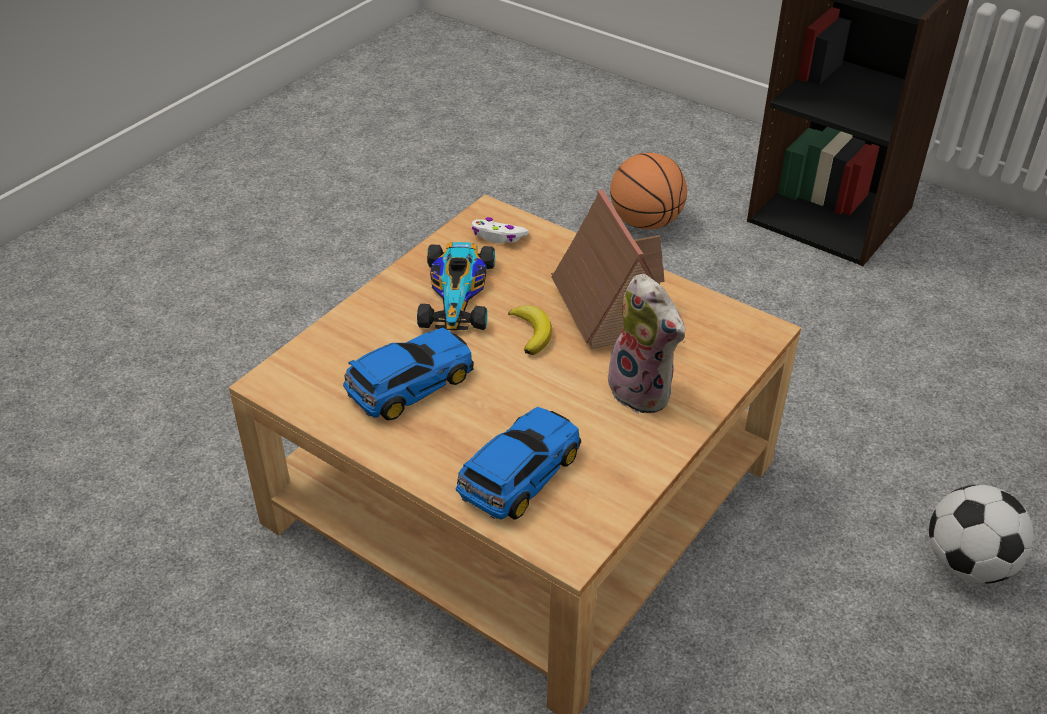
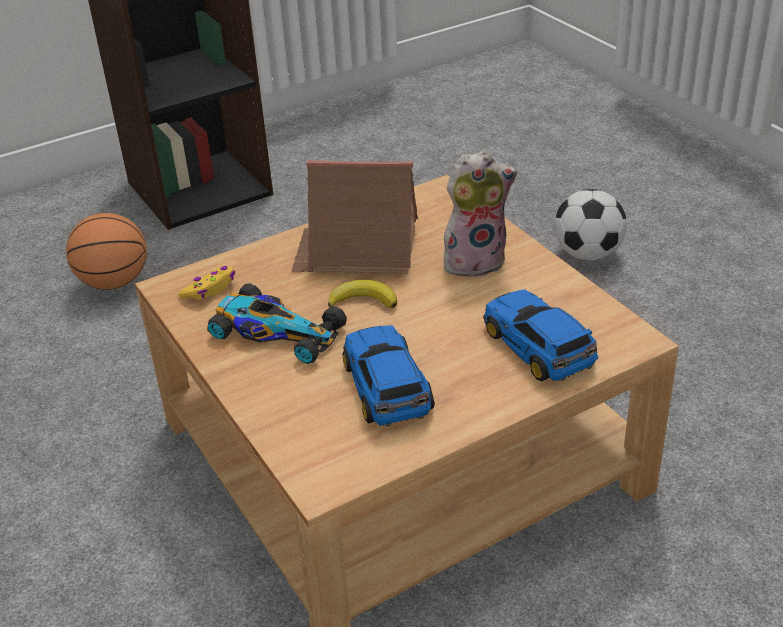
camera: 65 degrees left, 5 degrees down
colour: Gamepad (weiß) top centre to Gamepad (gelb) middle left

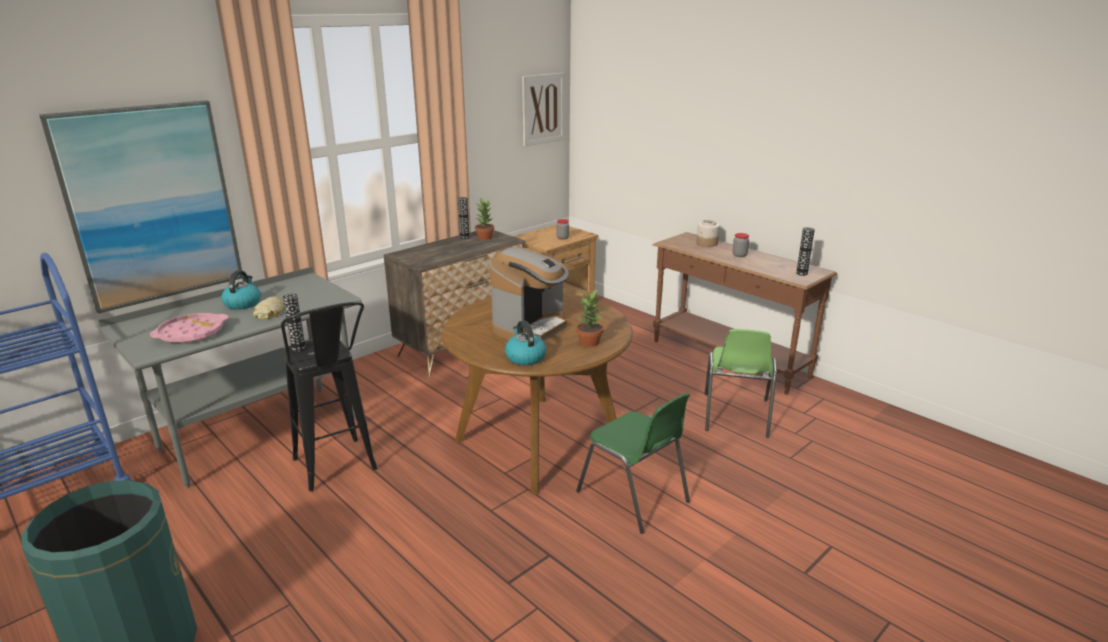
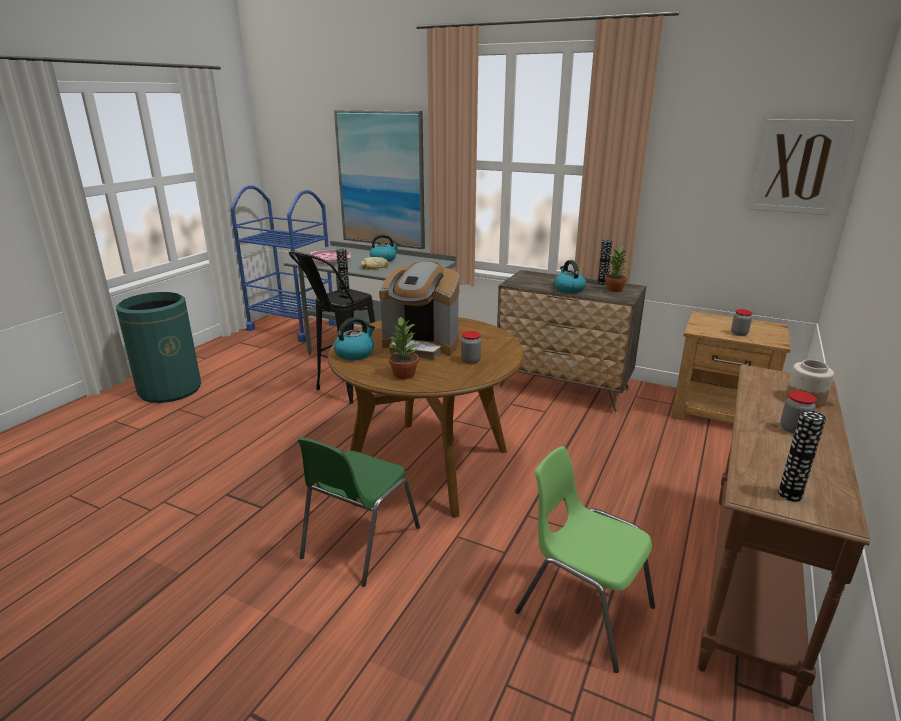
camera: 70 degrees right, 0 degrees up
appeared: Vorratsglas (no. 1 from left) centre; Wasserkessel (no. 3 from left) centre
spun: Stuhl (grün) (no. 2 from left) middle right = bottom centre 45 degrees clockwise

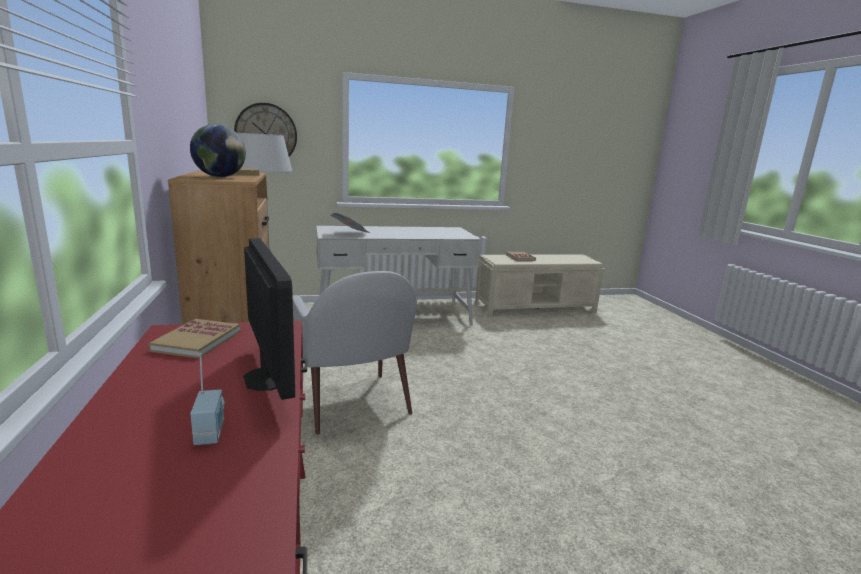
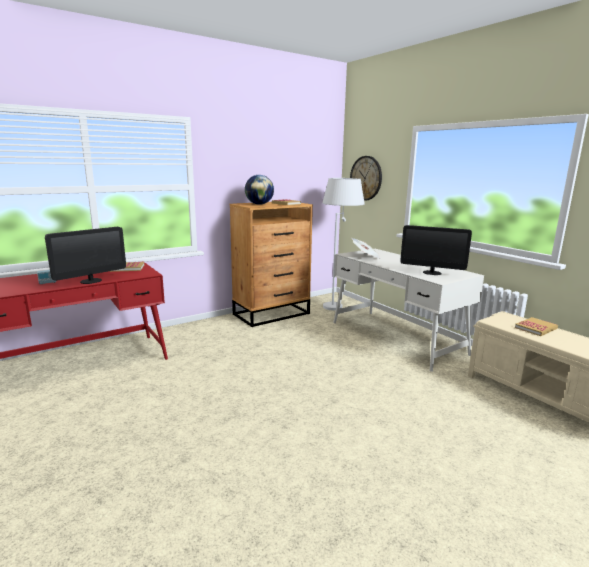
camera: 70 degrees right, 0 degrees up
missing: Sessel (weiß) centre
appeared: Monitor (no. 2 from left) middle right

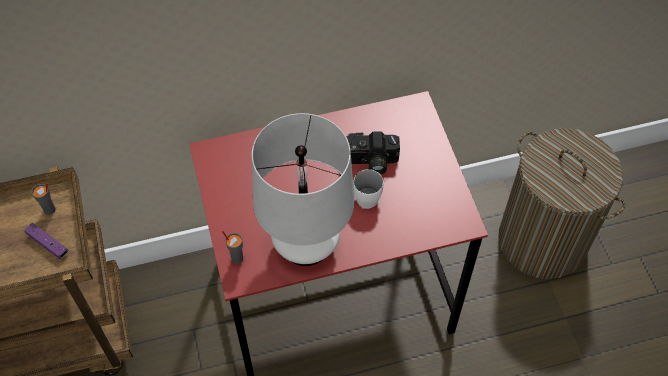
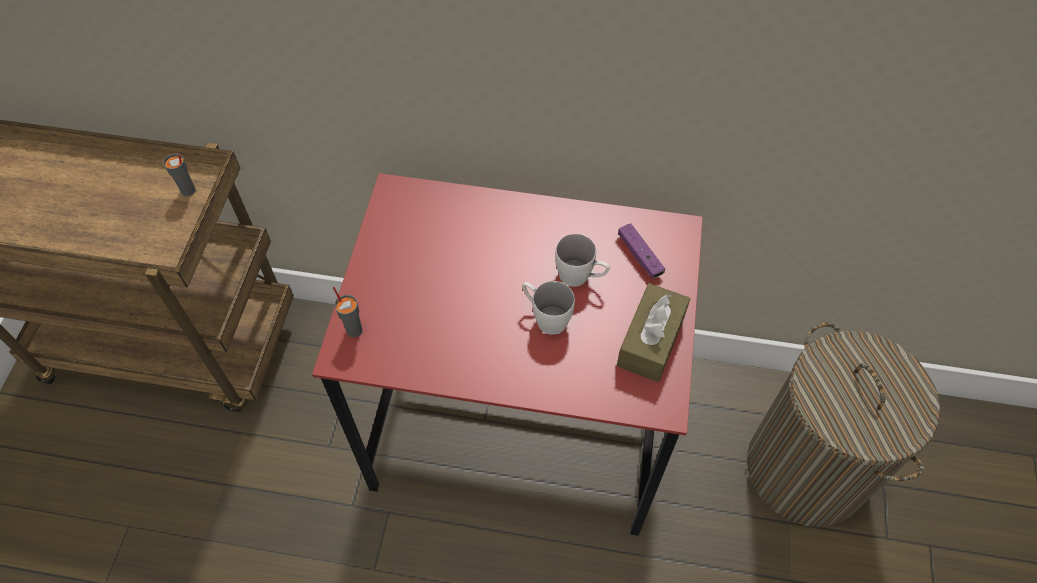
camera: 25 degrees right, 0 degrees up
missing: Tischlampe (weiß) centre
appeared: Taschentuchbox (braun) centre
relocated: Gamepad (lila) middle left to centre
exchanged: Kamera centre to Henkelbecher (weiß) (no. 2 from left) centre

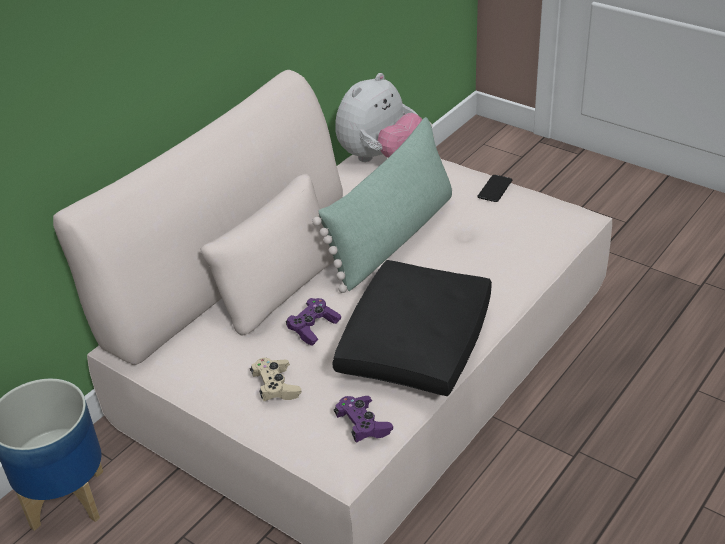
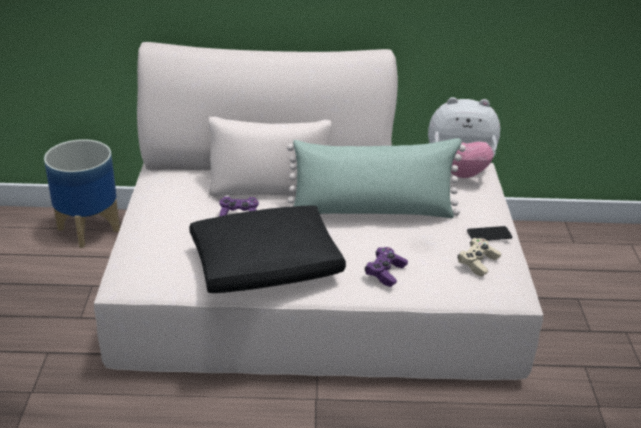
camera: 50 degrees right, 5 degrees down
relocated: Gamepad (beige) bottom centre to middle right; Gamepad (lila) (no. 2 from left) bottom centre to centre

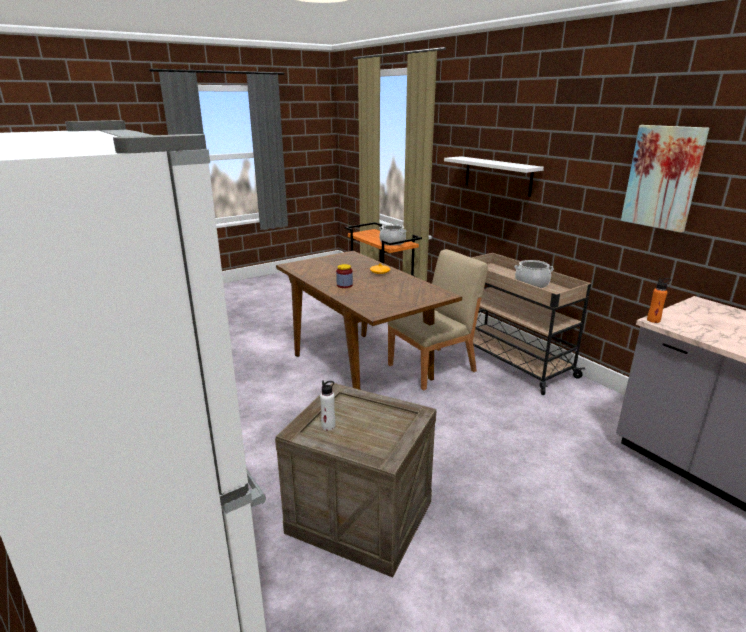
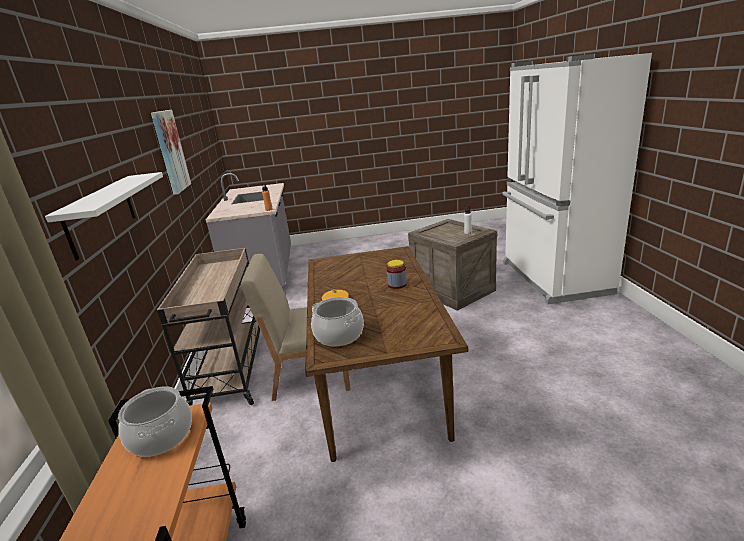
camera: 150 degrees left, 0 degrees up
relocated: Kochtopf (no. 2 from left) middle right to centre

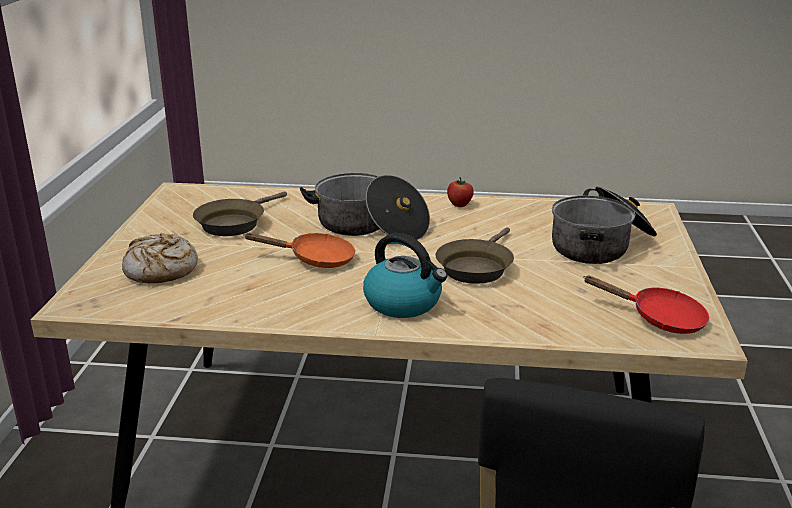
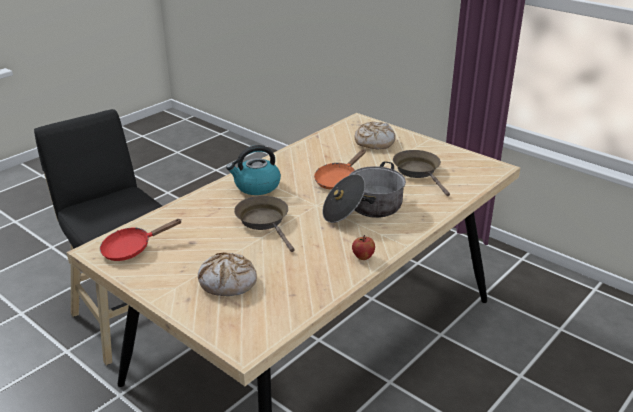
camera: 125 degrees right, 5 degrees up
exchanged: Kochtopf (no. 2 from left) middle right to Brot (no. 1 from left) centre

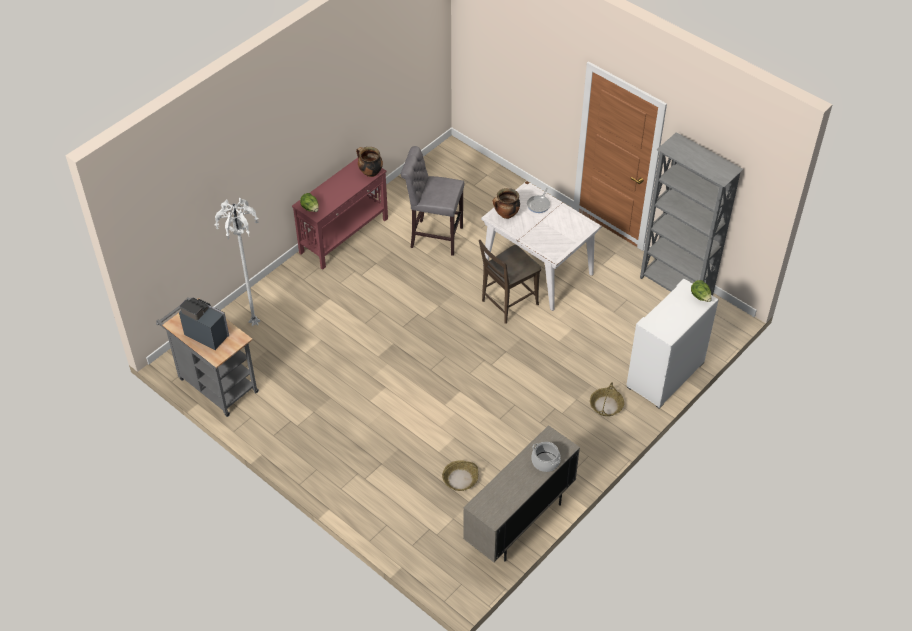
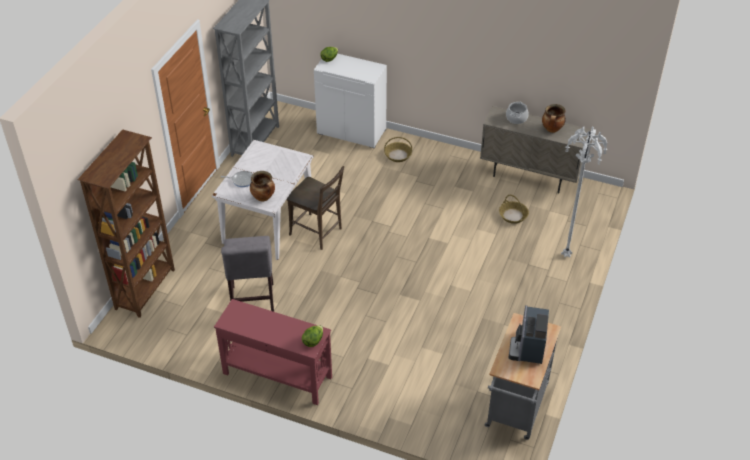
camera: 110 degrees left, 5 degrees down
appeared: Bücherregal (braun) middle left
relocated: Stehlampe (weiß) middle left to middle right; Kochtopf (no. 1 from left in the first image) top centre to Kochtopf (no. 3 from left) top right

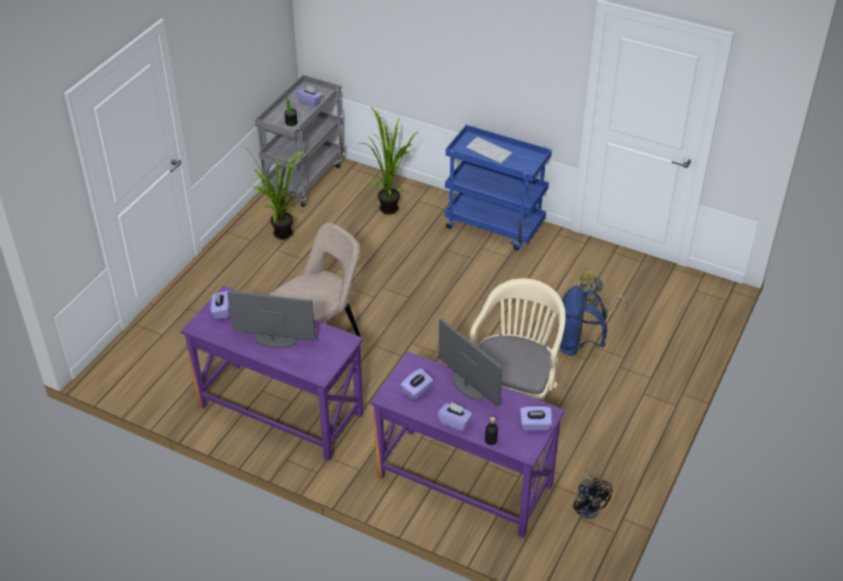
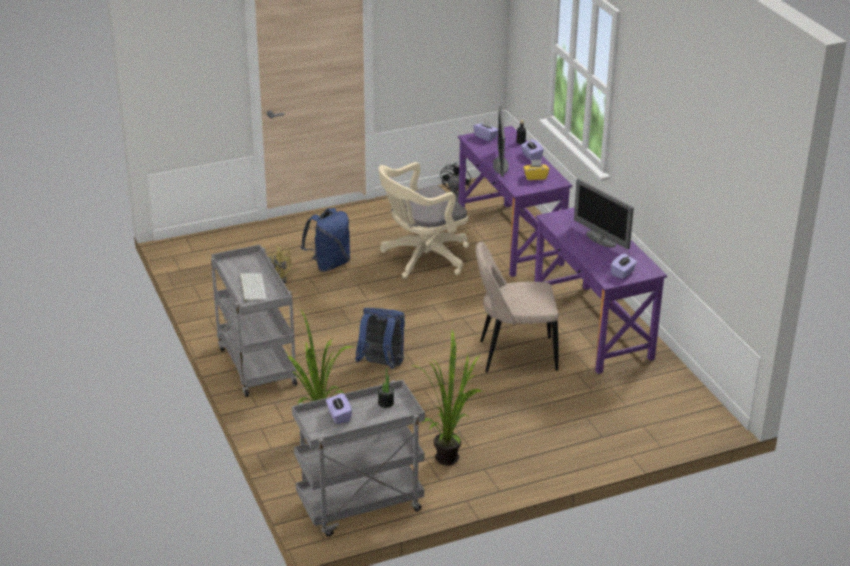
camera: 140 degrees left, 10 degrees down
appeared: Rucksack (blau) (no. 2 from left) centre
colour: Taschentuchbox (lila) (no. 3 from left) centre to Taschentuchbox (gelb) top centre; Rollwagen (blau) top centre to Rollwagen (grau) (no. 1 from left) middle left

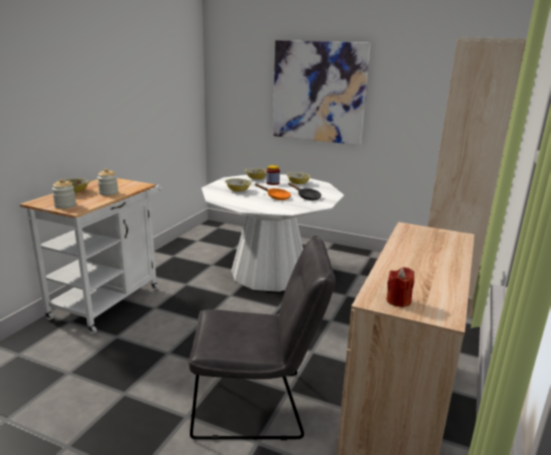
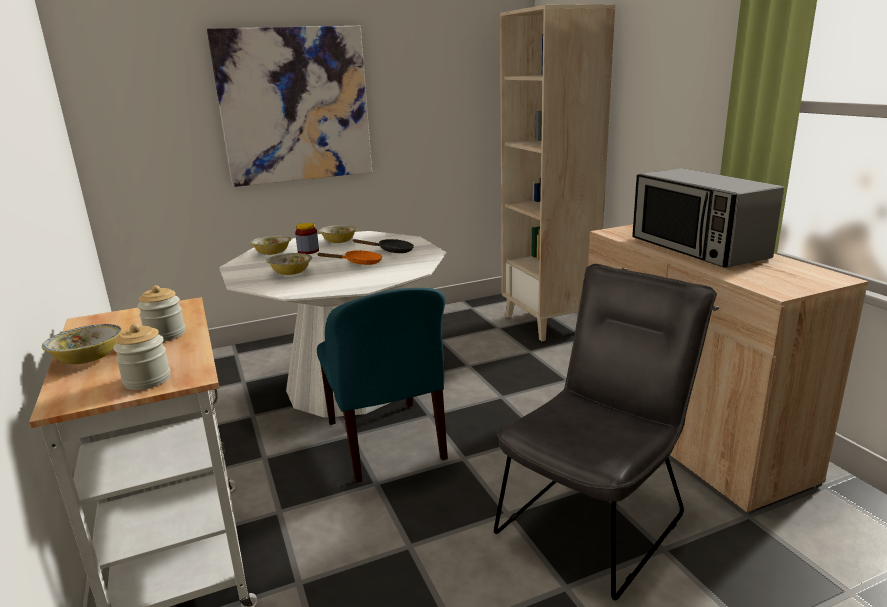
camera: 45 degrees left, 0 degrees up
missing: Kerze (rot) middle right
appeared: Stuhl (blau) centre; Mikrowelle middle right

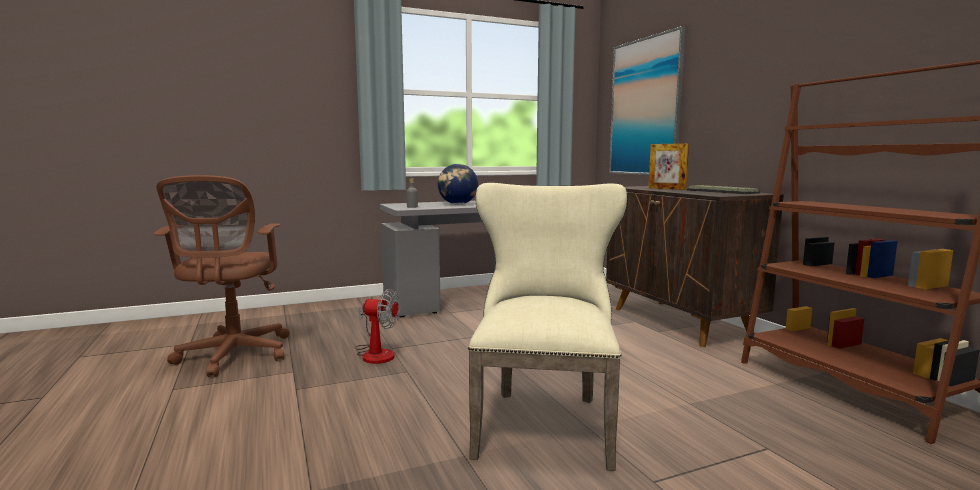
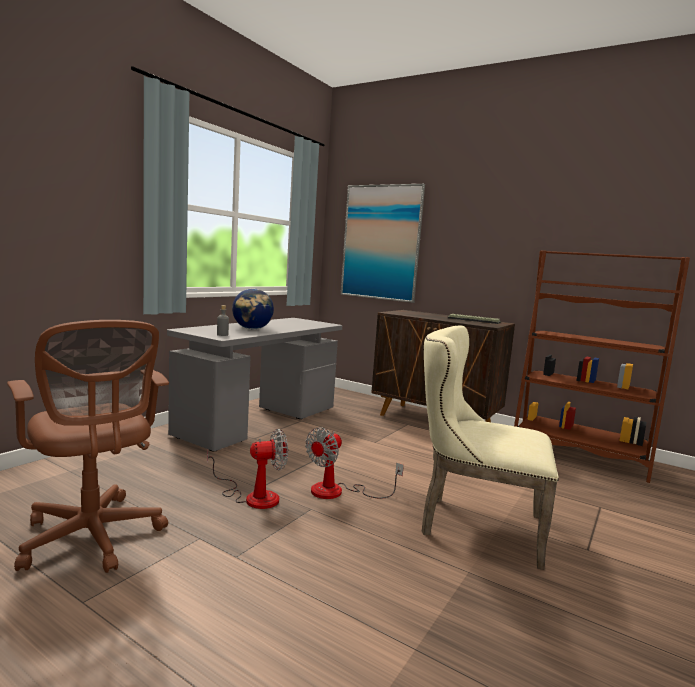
camera: 35 degrees left, 0 degrees up
missing: Bilderrahmen middle right
appeared: Ventilator (no. 2 from left) bottom centre
spun: Stuhl (beige) bottom centre = middle right 45 degrees counterclockwise

